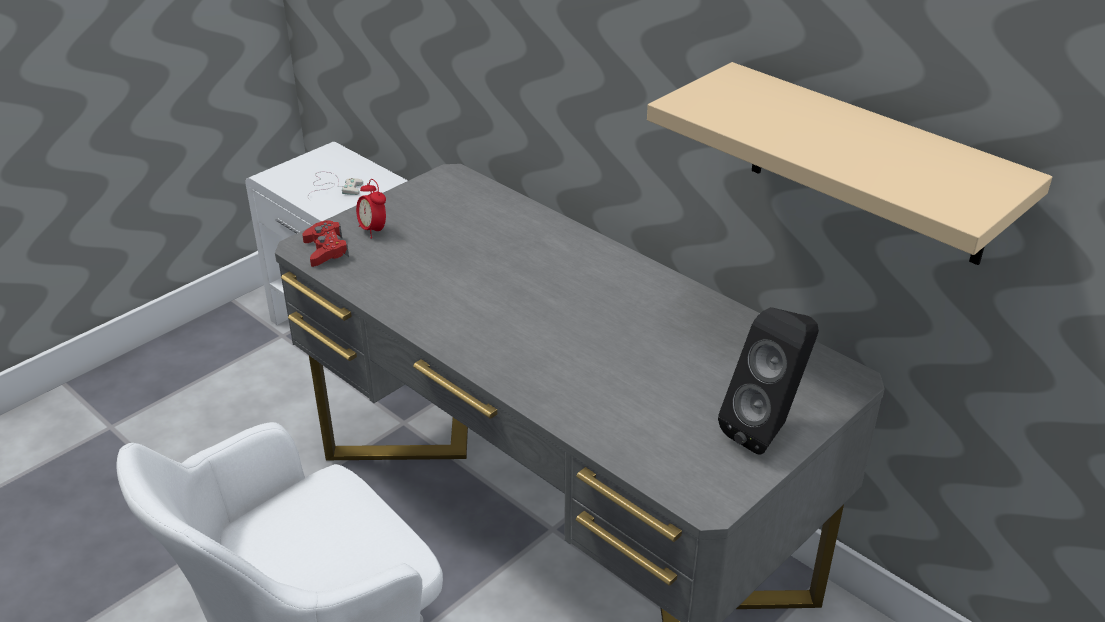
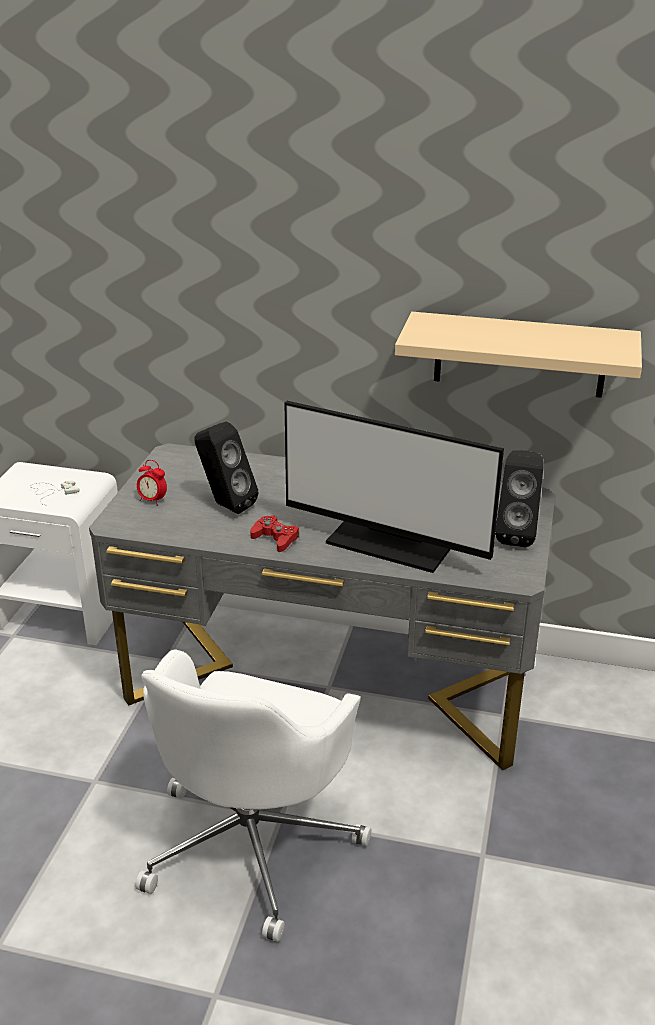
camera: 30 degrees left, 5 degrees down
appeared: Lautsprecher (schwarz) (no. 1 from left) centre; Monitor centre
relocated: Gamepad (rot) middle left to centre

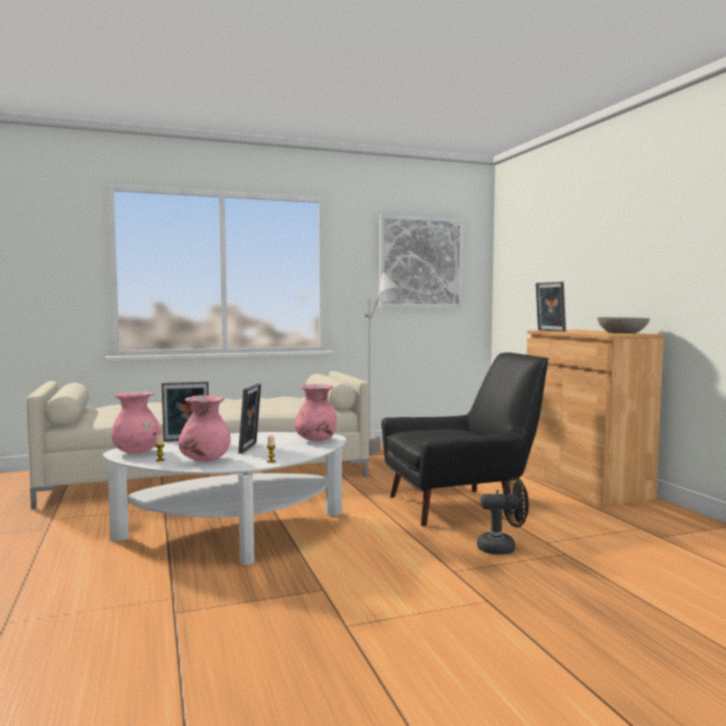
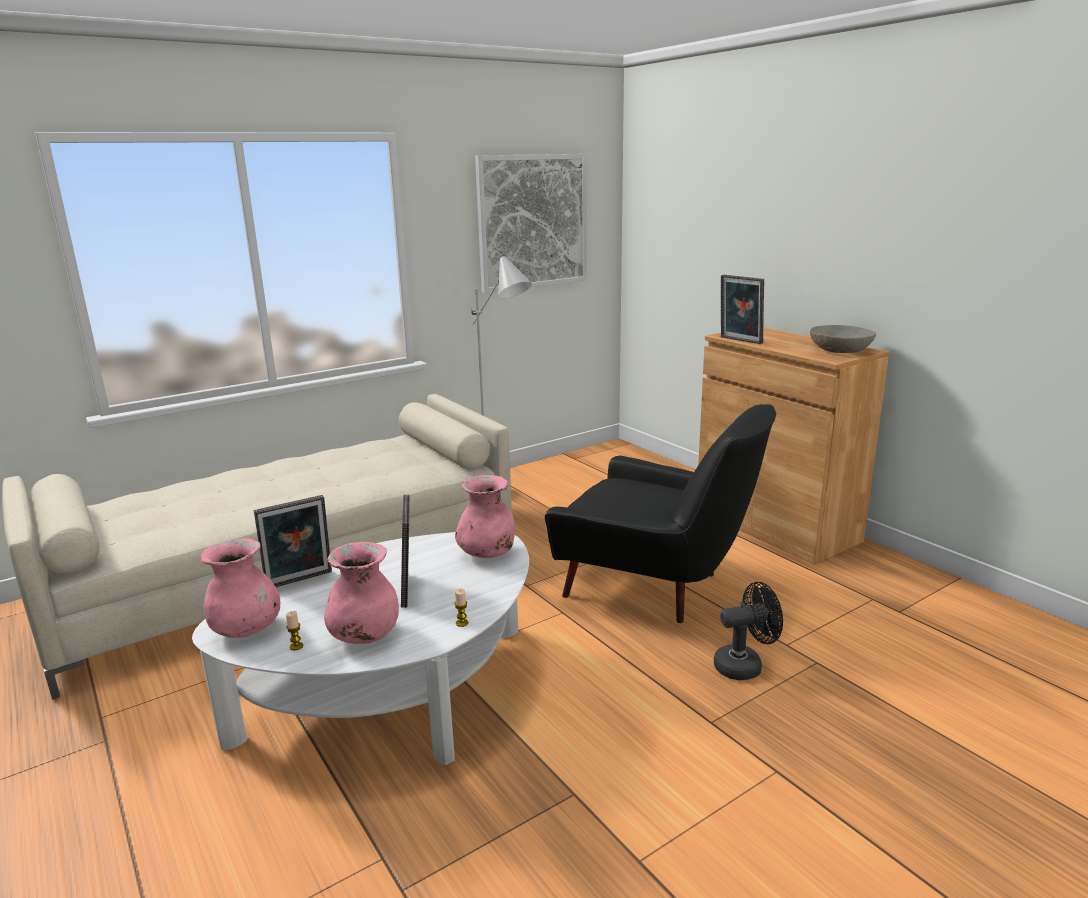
camera: 15 degrees left, 15 degrees up
spun: Sessel (schwarz) centre = centre 60 degrees clockwise

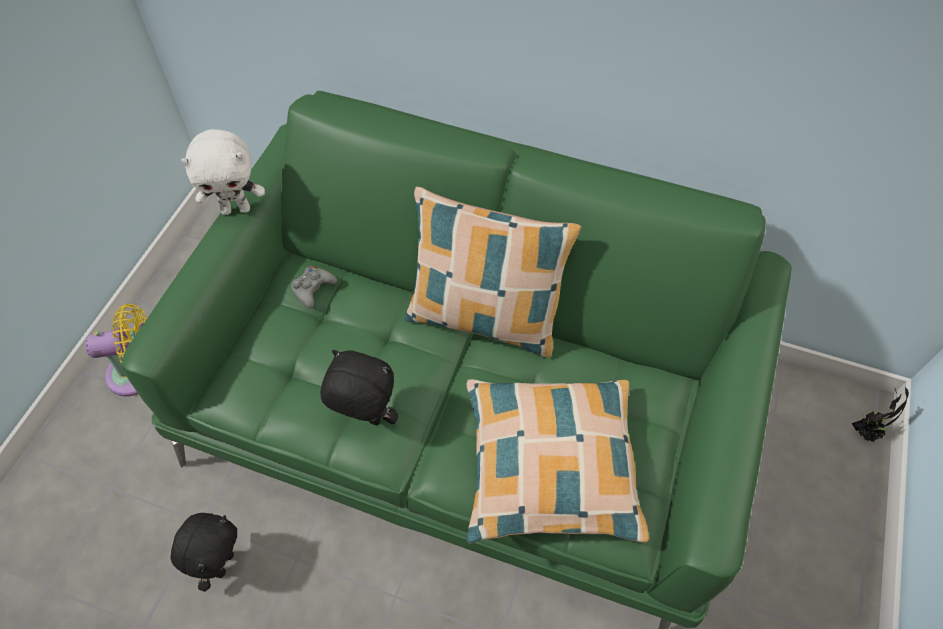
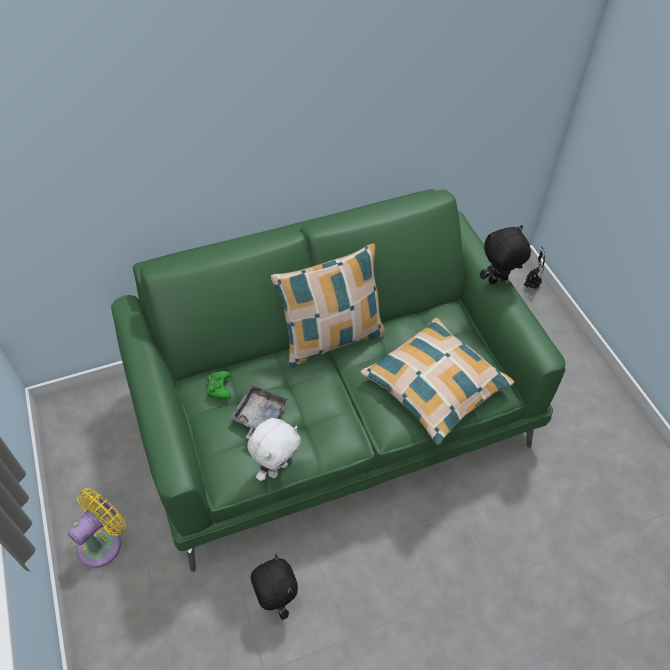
camera: 40 degrees left, 5 degrees down
appeared: Tablett (grau) centre
relocated: Plüschtier (weiß) top left to bottom centre; Plüschtier (schwarz) (no. 2 from left) centre to middle right
colour: Gamepad (grau) middle left to Gamepad (grün) middle left

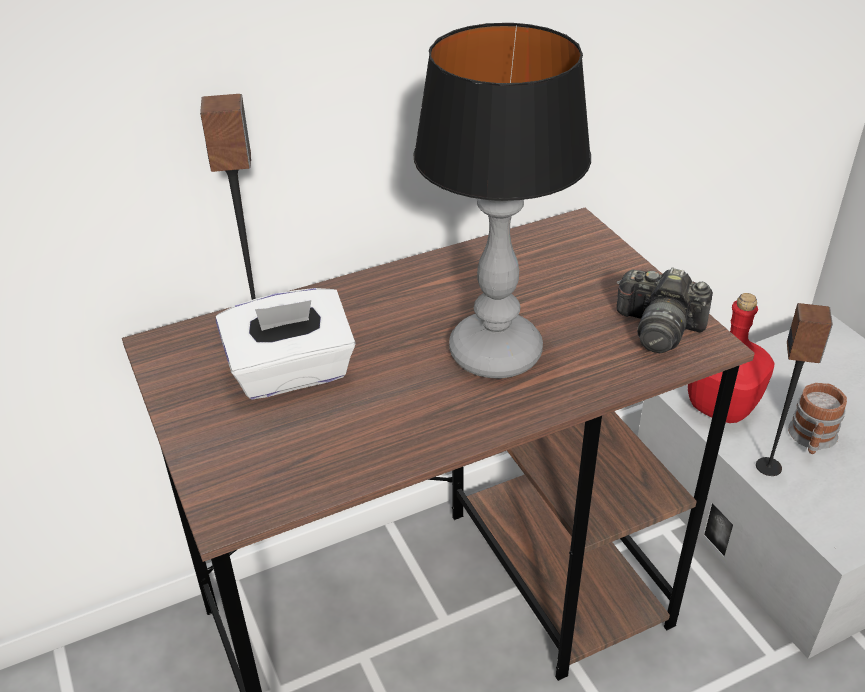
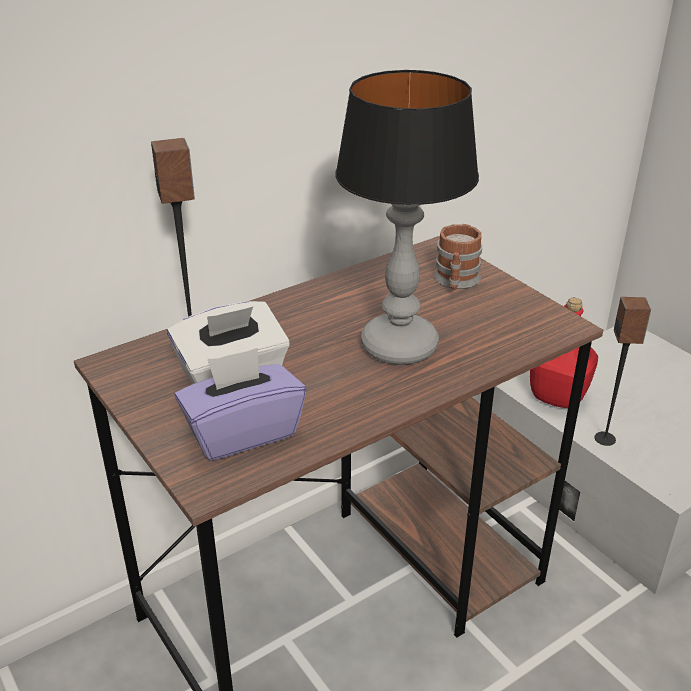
camera: 10 degrees left, 5 degrees down
missing: Kamera middle right
appeared: Taschentuchbox (lila) centre
relocated: Henkelbecher middle right to centre

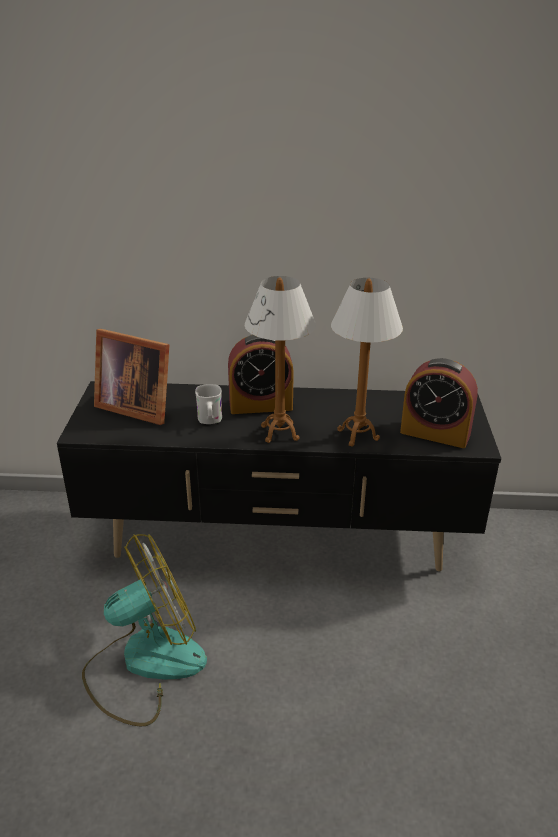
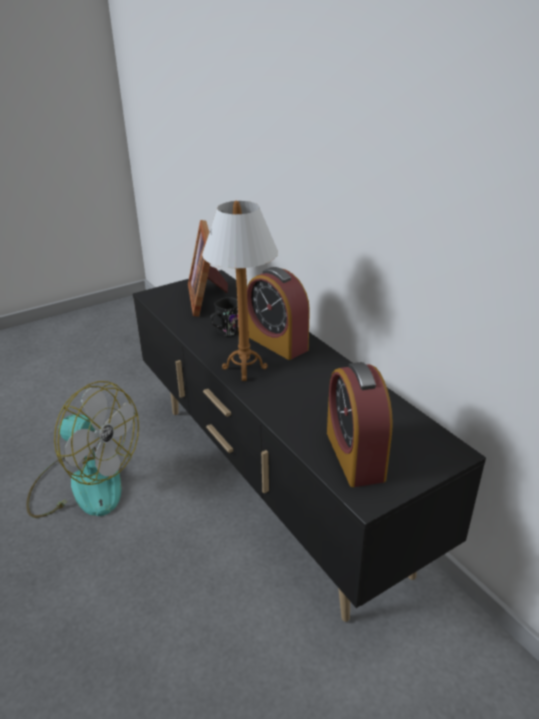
camera: 55 degrees right, 0 degrees up
missing: Tischlampe (no. 2 from left) centre
colour: Henkelbecher (weiß) centre to Henkelbecher (schwarz) centre

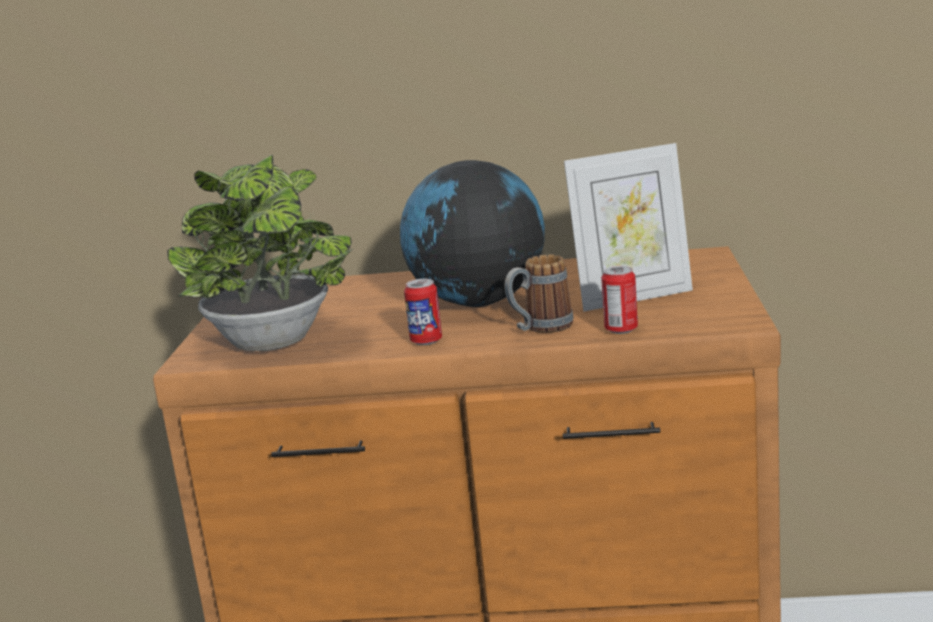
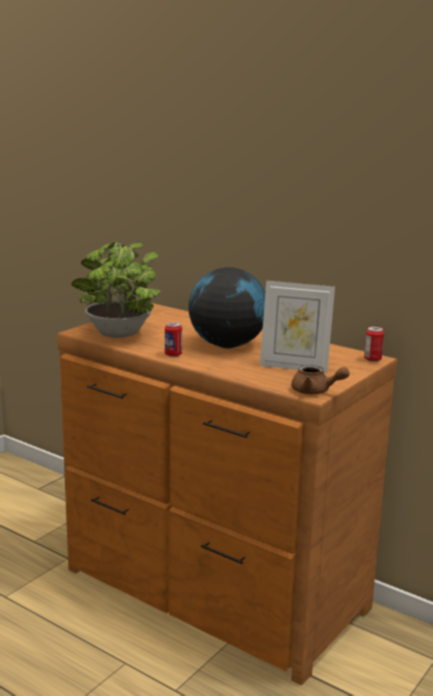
camera: 30 degrees right, 0 degrees up
missing: Henkelbecher centre
appeared: Teekanne (braun) middle right
relocated: Dose (no. 2 from left) centre to middle right

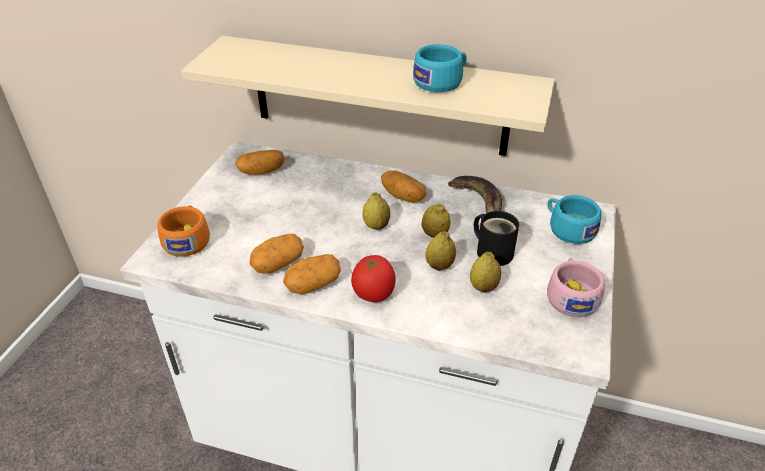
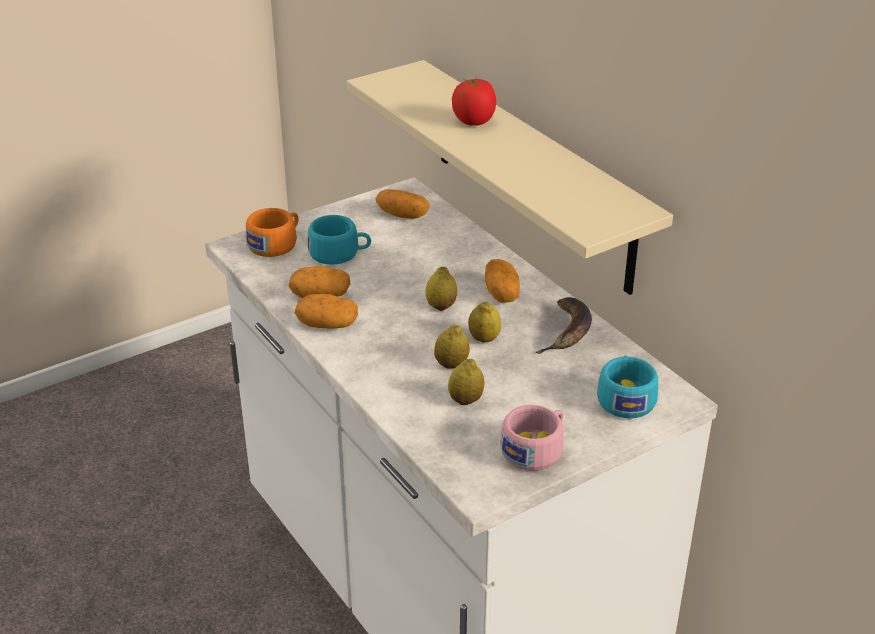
camera: 40 degrees right, 5 degrees down
missing: Henkelbecher (schwarz) centre
relocated: Tomate centre to top centre; Tasse (türkis) (no. 1 from left) top centre to centre

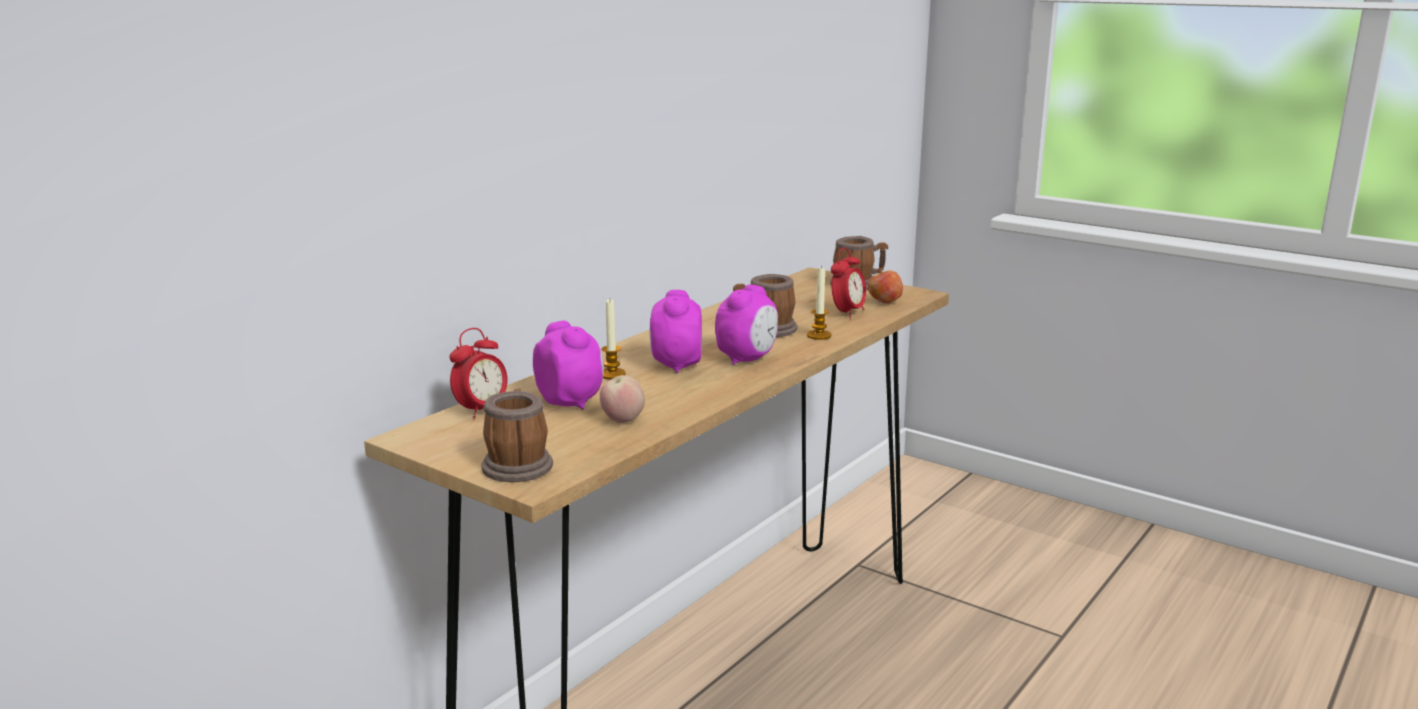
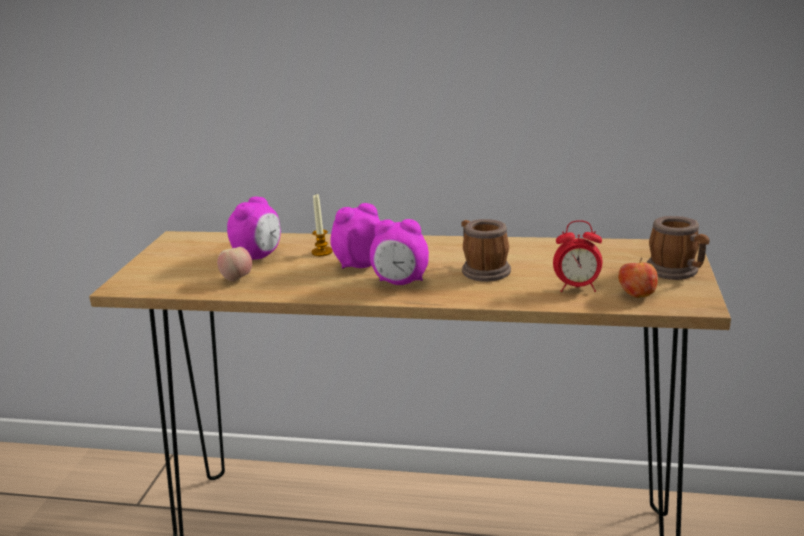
camera: 65 degrees right, 5 degrees up
missing: Wecker (no. 1 from left) centre; Henkelbecher (no. 1 from left) centre; Kerze (no. 2 from left) centre

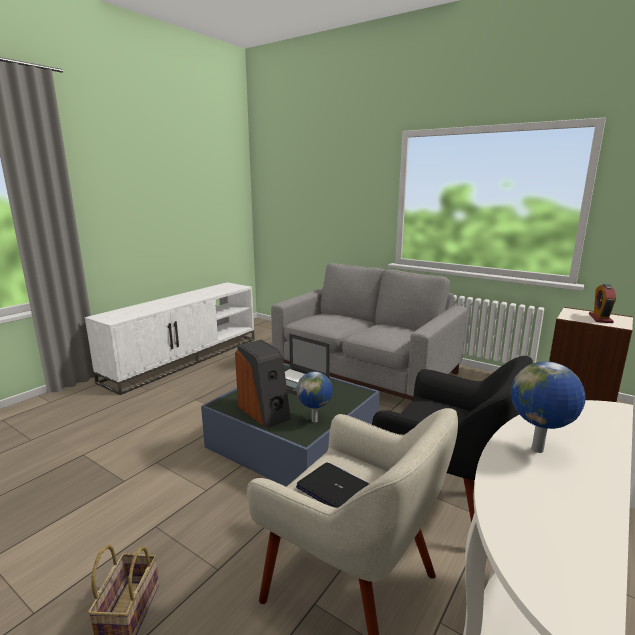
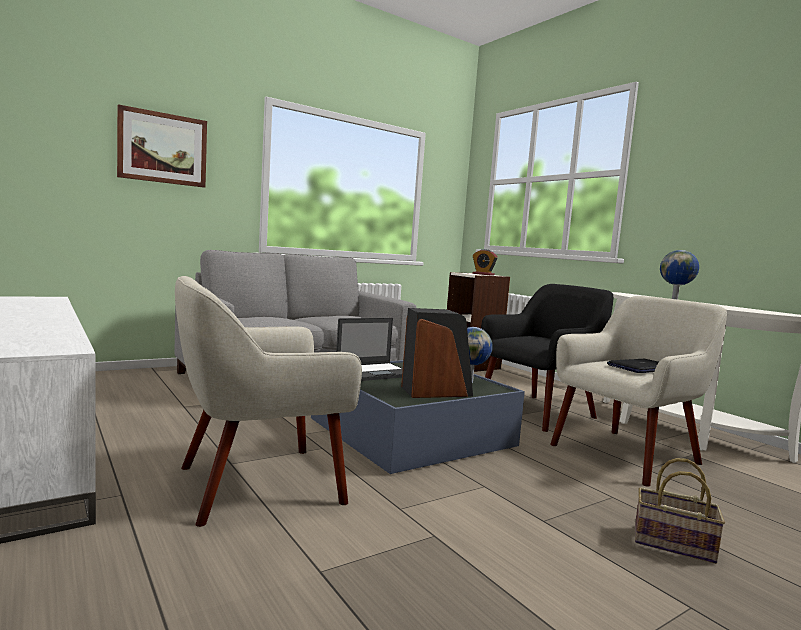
camera: 70 degrees left, 10 degrees down
appeared: Bild top left; Sessel (beige) (no. 1 from left) centre

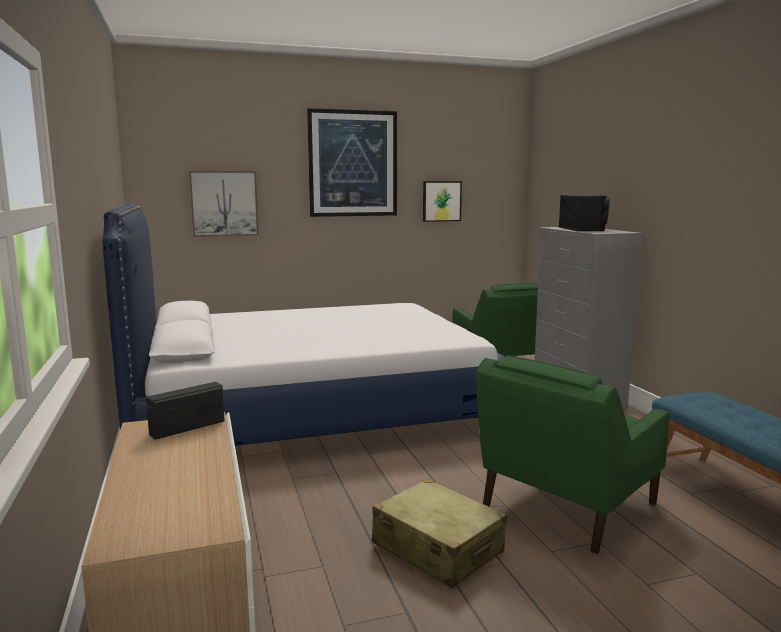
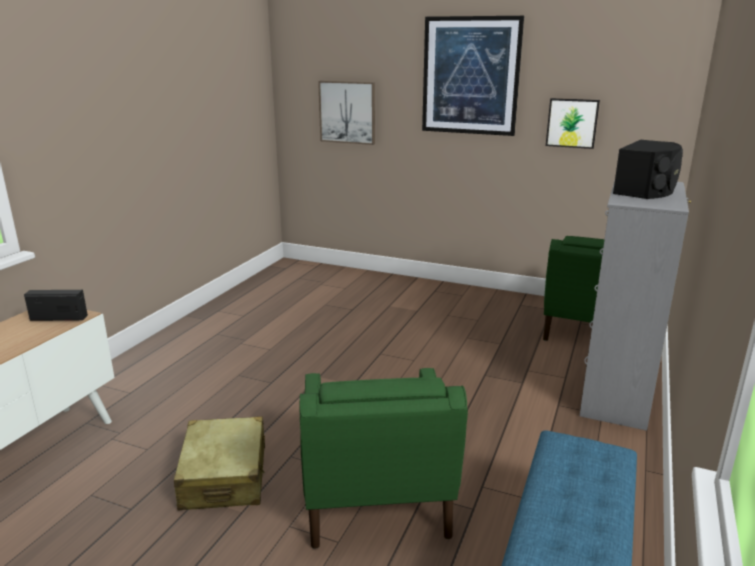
camera: 40 degrees right, 10 degrees up
missing: Bett centre
spun: Sessel (grün) (no. 2 from left in the first image) bottom right = bottom centre 90 degrees counterclockwise

